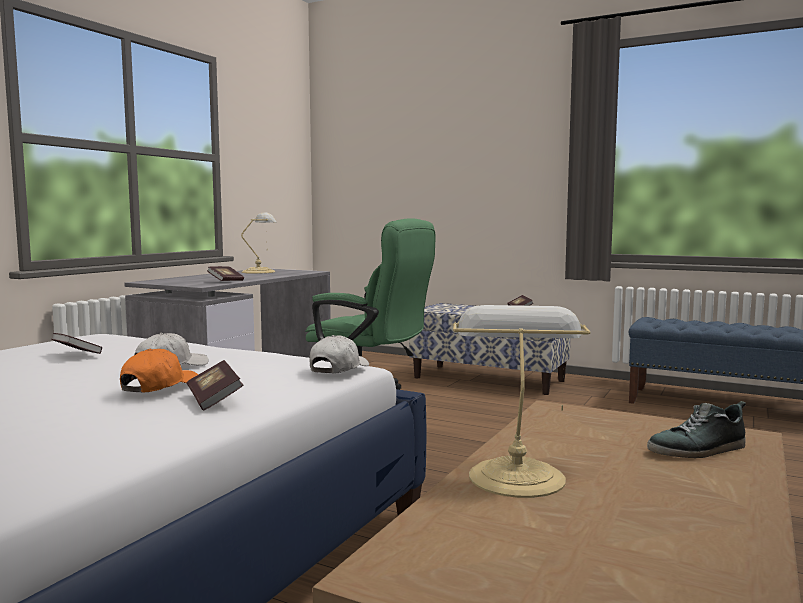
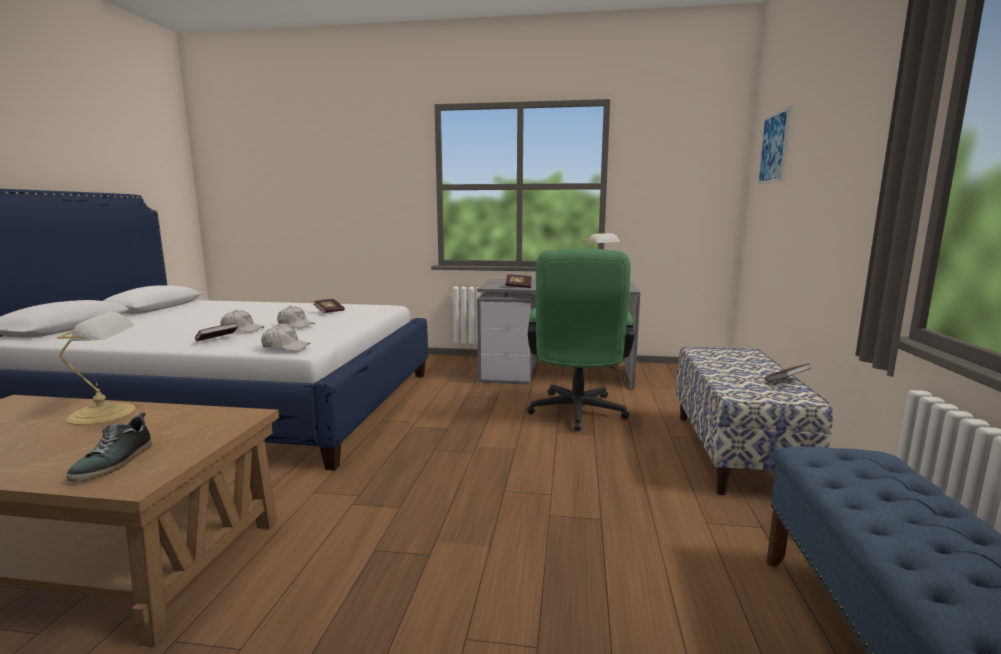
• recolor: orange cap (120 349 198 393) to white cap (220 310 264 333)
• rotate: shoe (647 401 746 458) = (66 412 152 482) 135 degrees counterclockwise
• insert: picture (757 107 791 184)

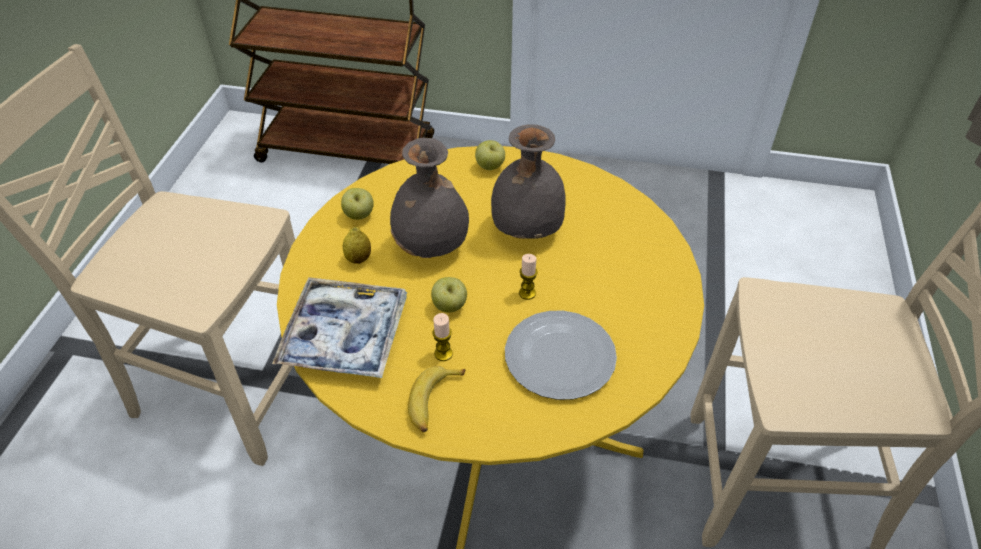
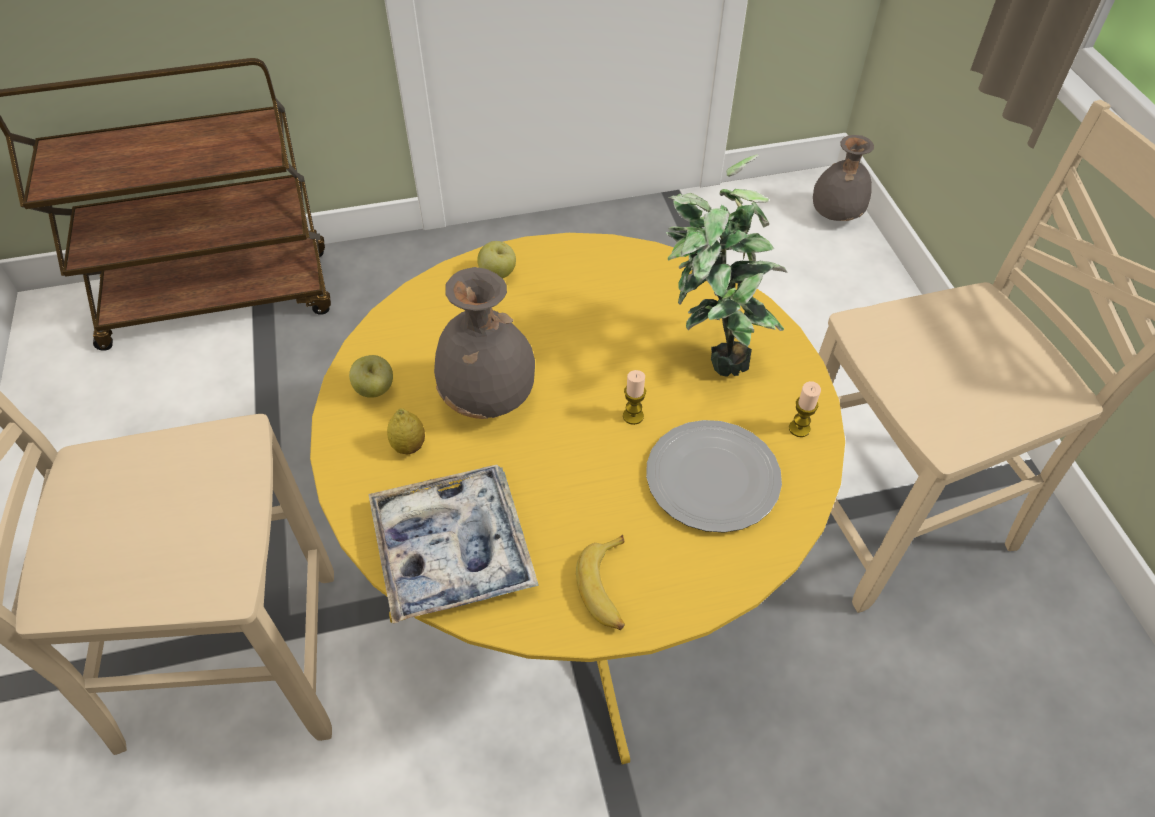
• delete: apple (431 277 467 313)
• move: candle (432 313 453 361) to (789 381 821 437)
• move: grey vase (491 124 565 239) to (813 135 874 221)
• insert: potted plant (666 154 788 377)

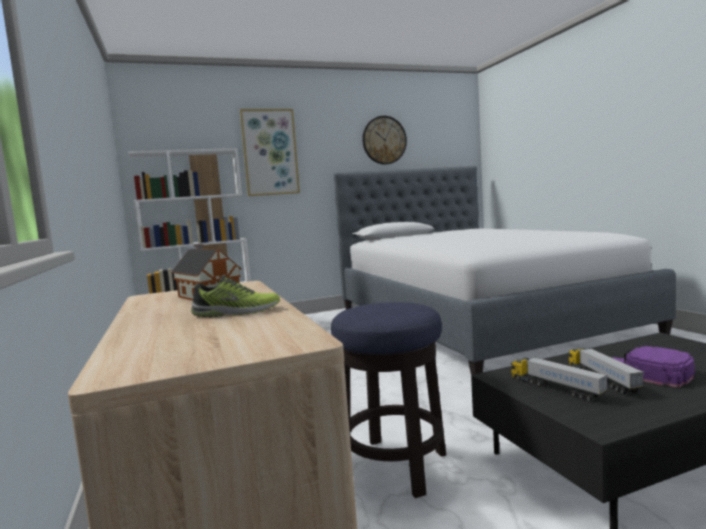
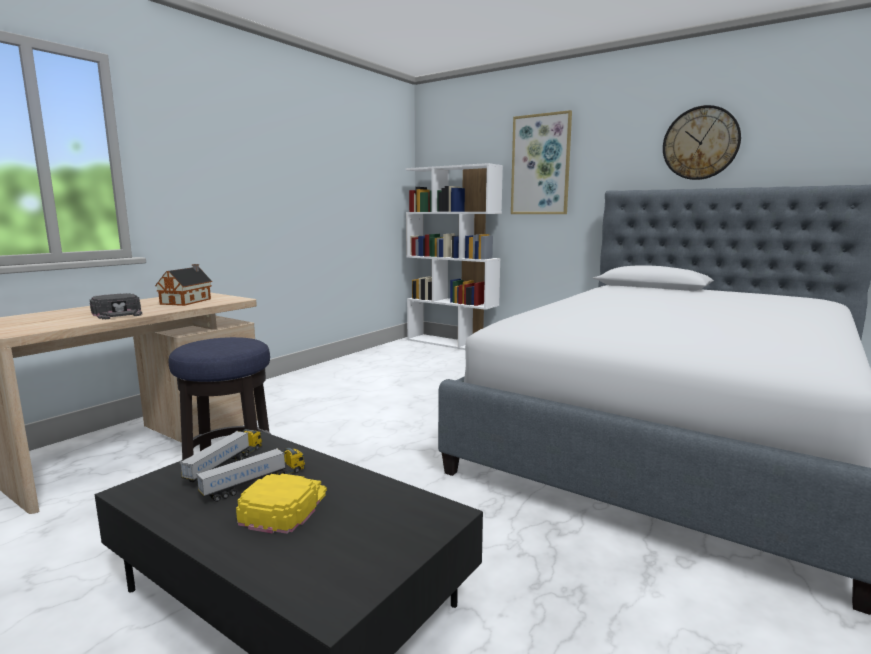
• replace: shoe (191 276 280 317) to black cap (90 293 142 320)
• recolor: purple cap (613 346 695 387) to yellow cap (236 473 327 534)

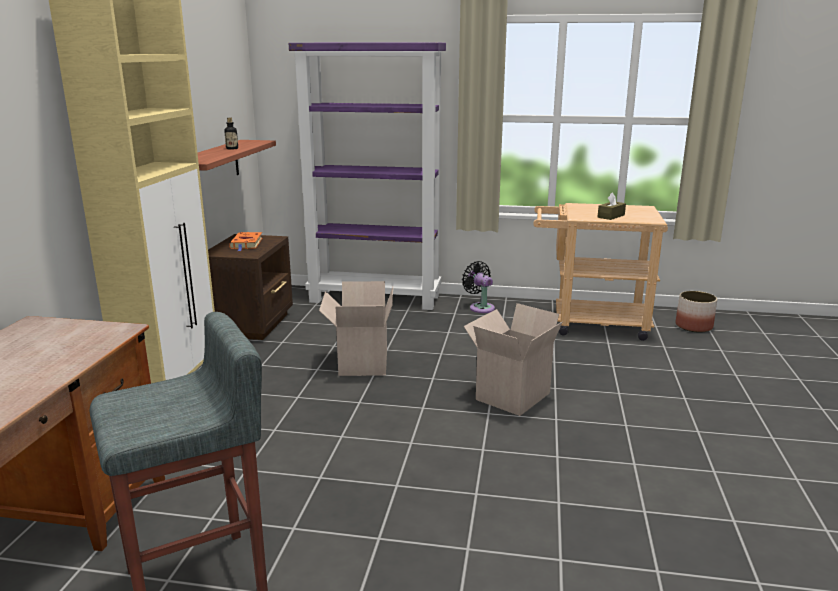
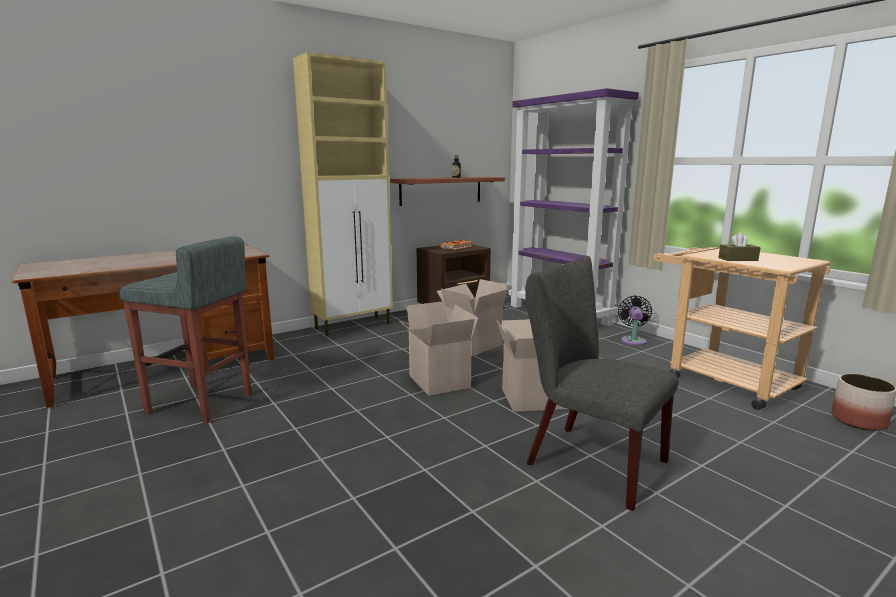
• insert: cardboard box (394 301 478 396)
• insert: grey chair (525 256 678 511)

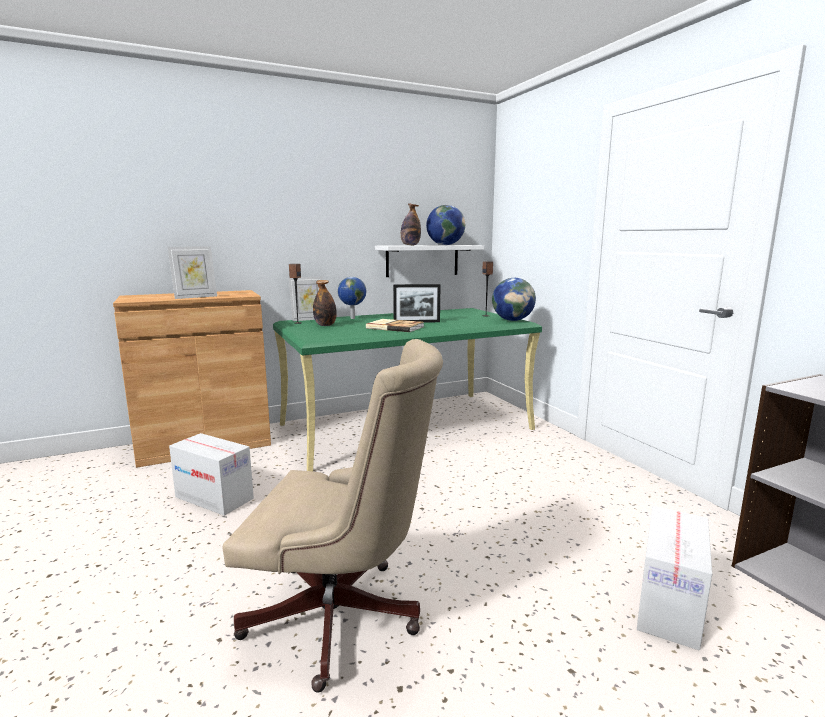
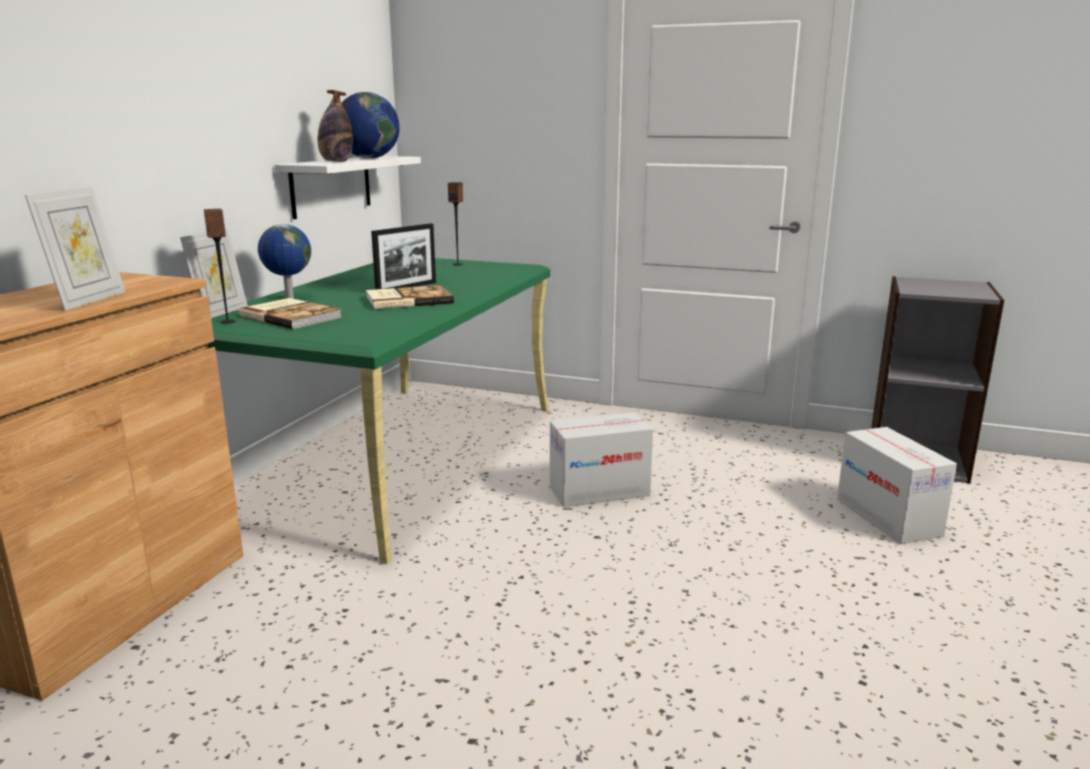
• move: cardboard box (169 433 254 516) to (550 412 653 507)
• delete: beige office chair (223 339 443 692)
• replace: bottle (313 280 337 326) to book (239 298 342 329)
• delete: globe (492 278 536 321)

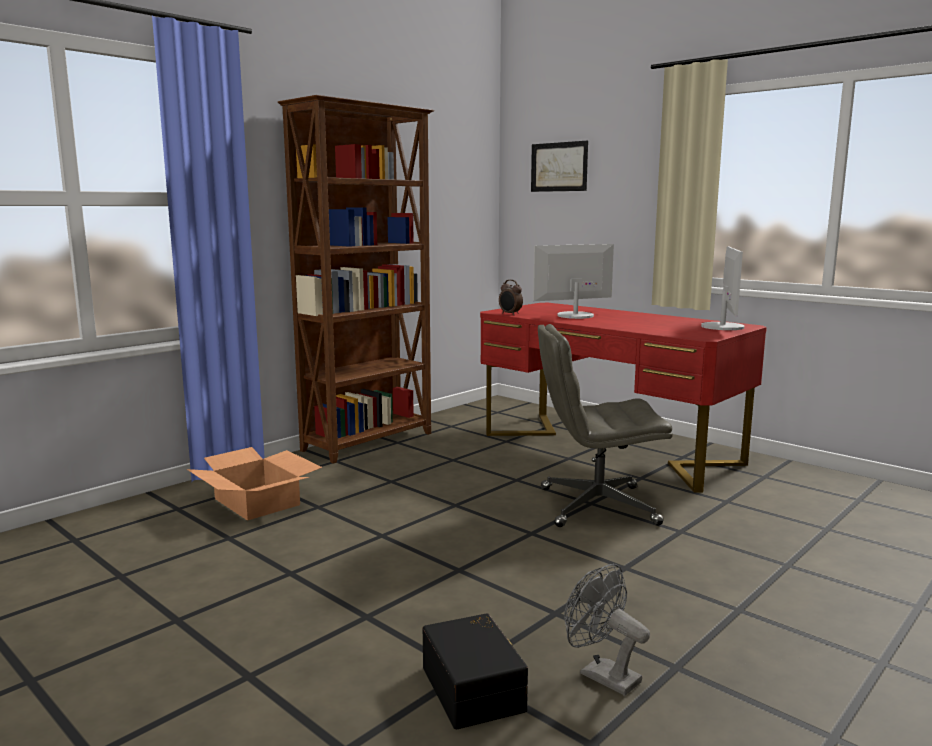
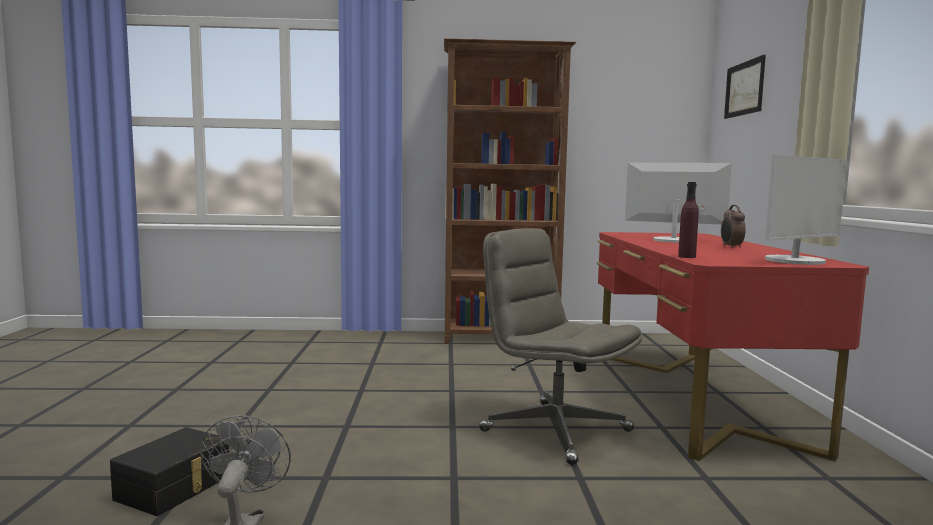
• delete: cardboard box (187 447 323 521)
• move: alarm clock (499 280 523 315) to (721 205 746 248)
• insert: purple bottle (678 182 699 258)

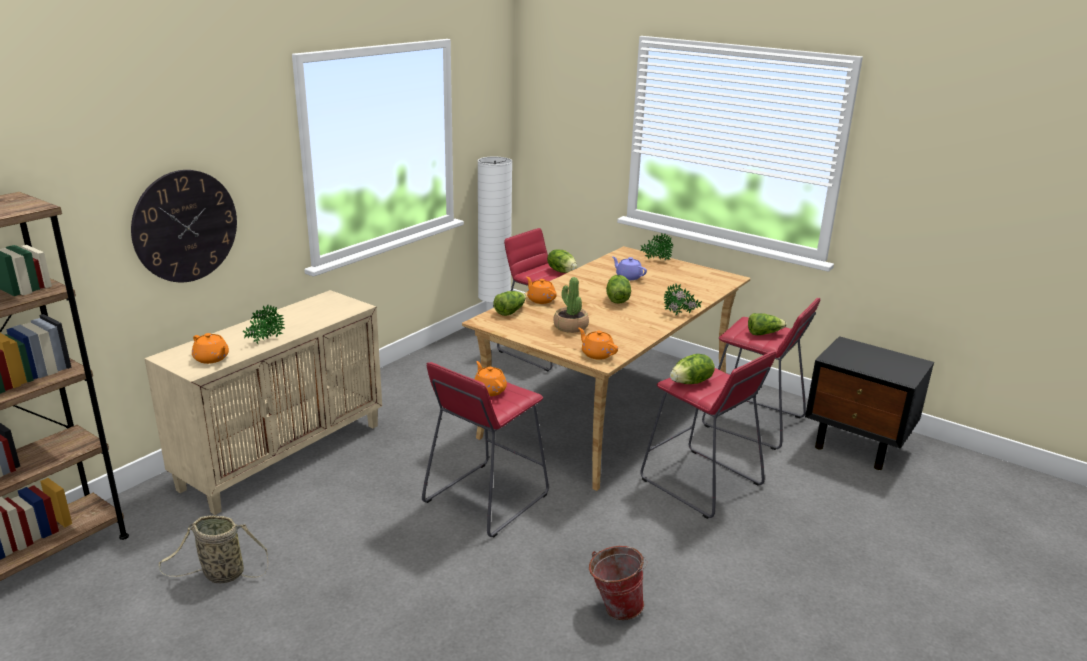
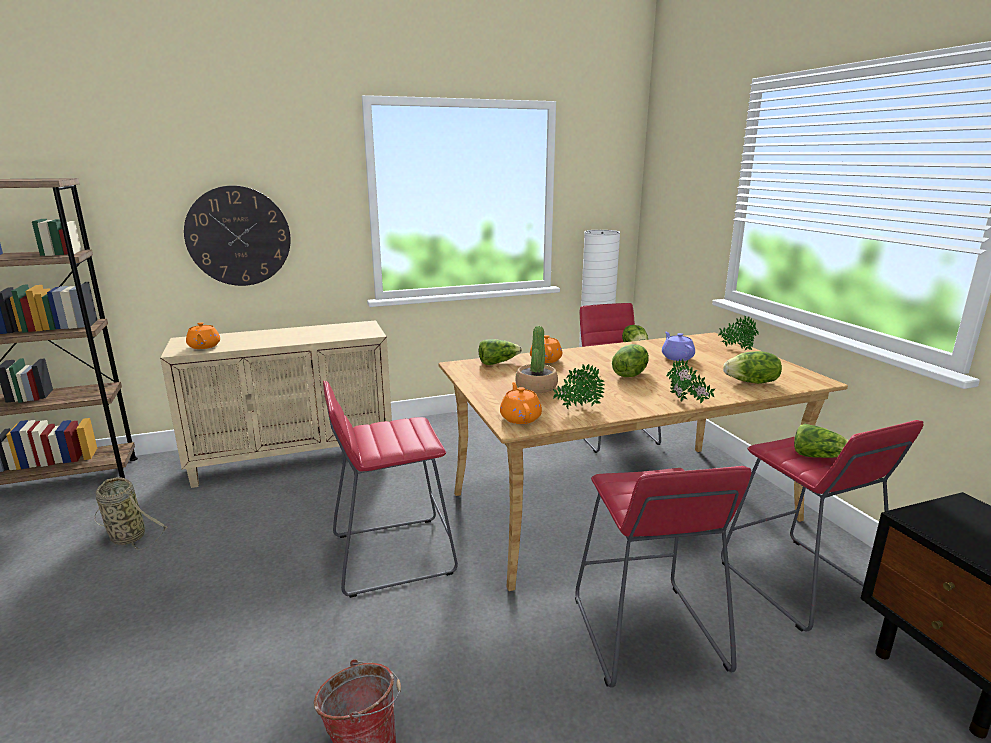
• move: potted plant (243 305 285 344) to (553 364 605 410)
• delete: orange teapot (474 361 507 396)
• move: lettuce (670 354 715 384) to (723 351 782 384)

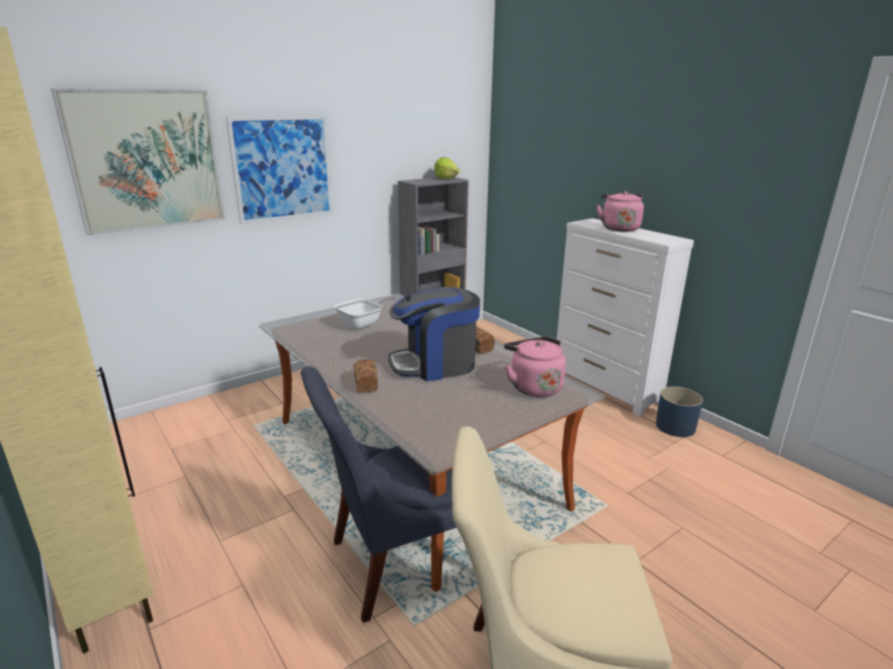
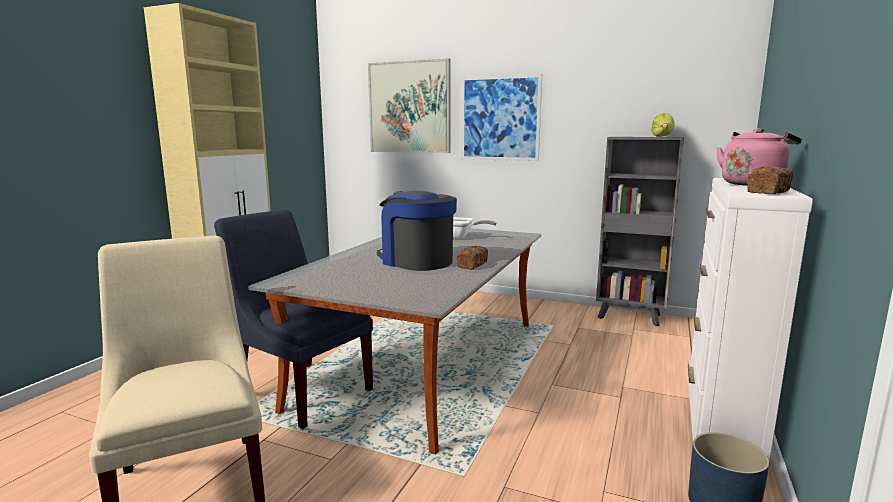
• move: bread (353 360 378 393) to (747 166 793 194)
• delete: pink kettle (504 337 566 397)

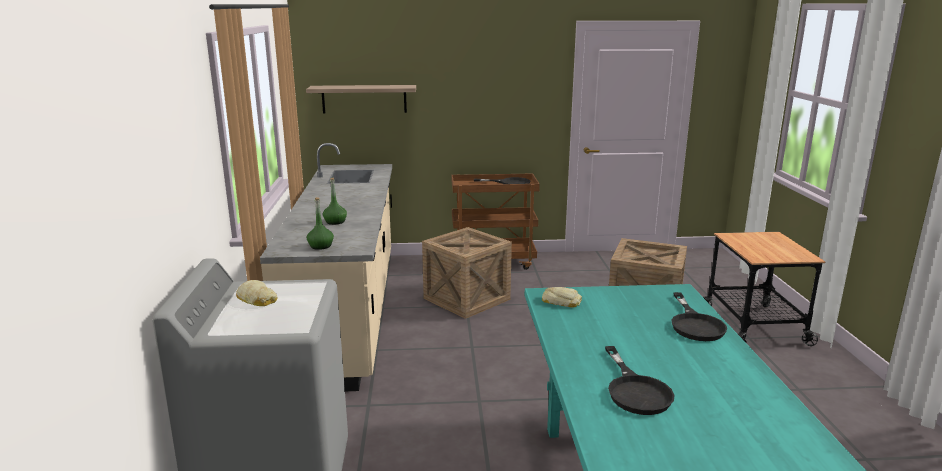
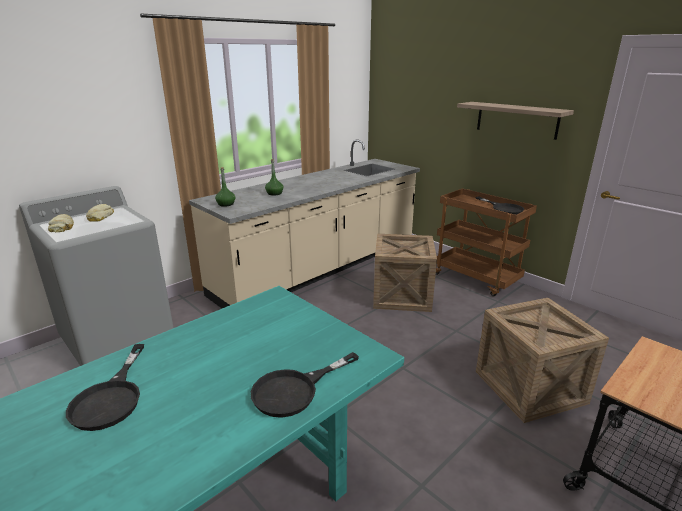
• move: shelf (306 85 416 114) to (457 102 574 140)
• move: bread (542 287 582 307) to (48 214 74 232)
• rotate: black frying pan (605 346 675 415) = (66 344 144 431) 45 degrees counterclockwise

